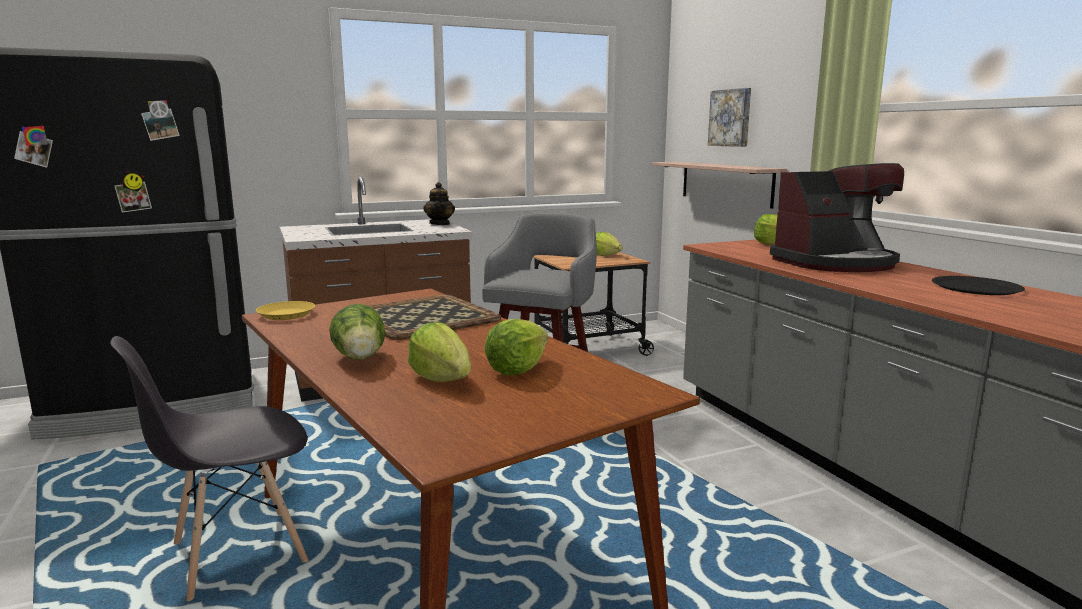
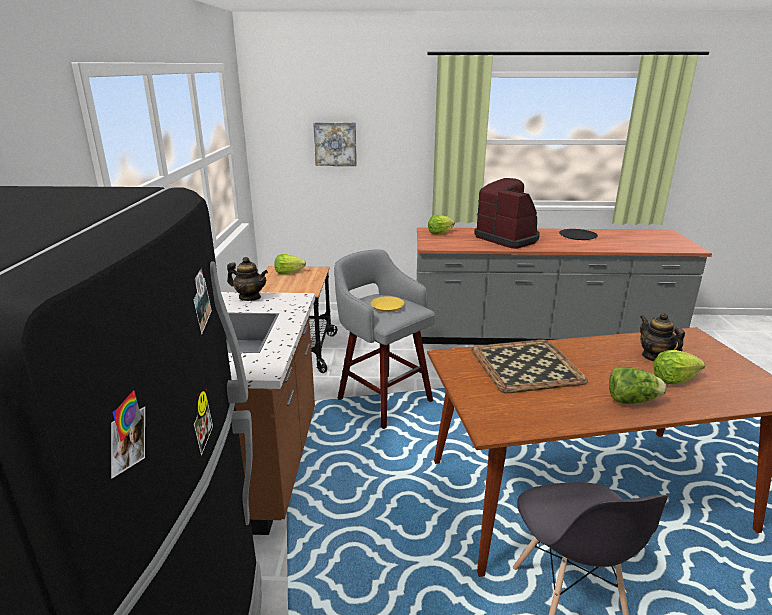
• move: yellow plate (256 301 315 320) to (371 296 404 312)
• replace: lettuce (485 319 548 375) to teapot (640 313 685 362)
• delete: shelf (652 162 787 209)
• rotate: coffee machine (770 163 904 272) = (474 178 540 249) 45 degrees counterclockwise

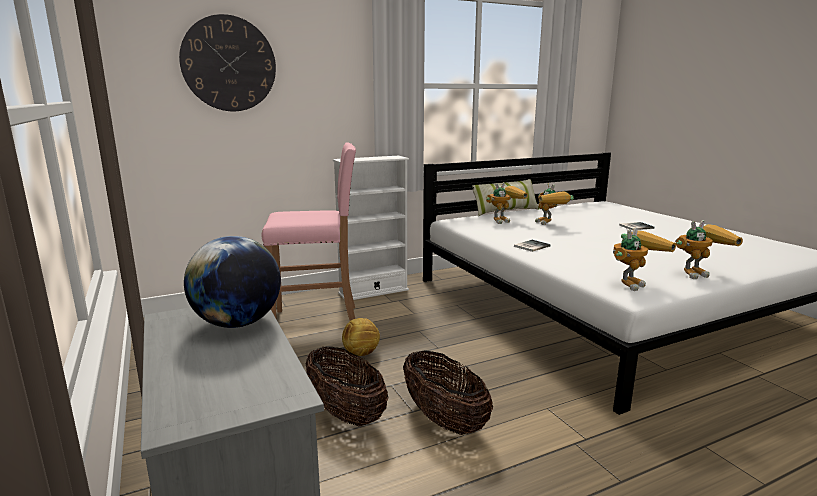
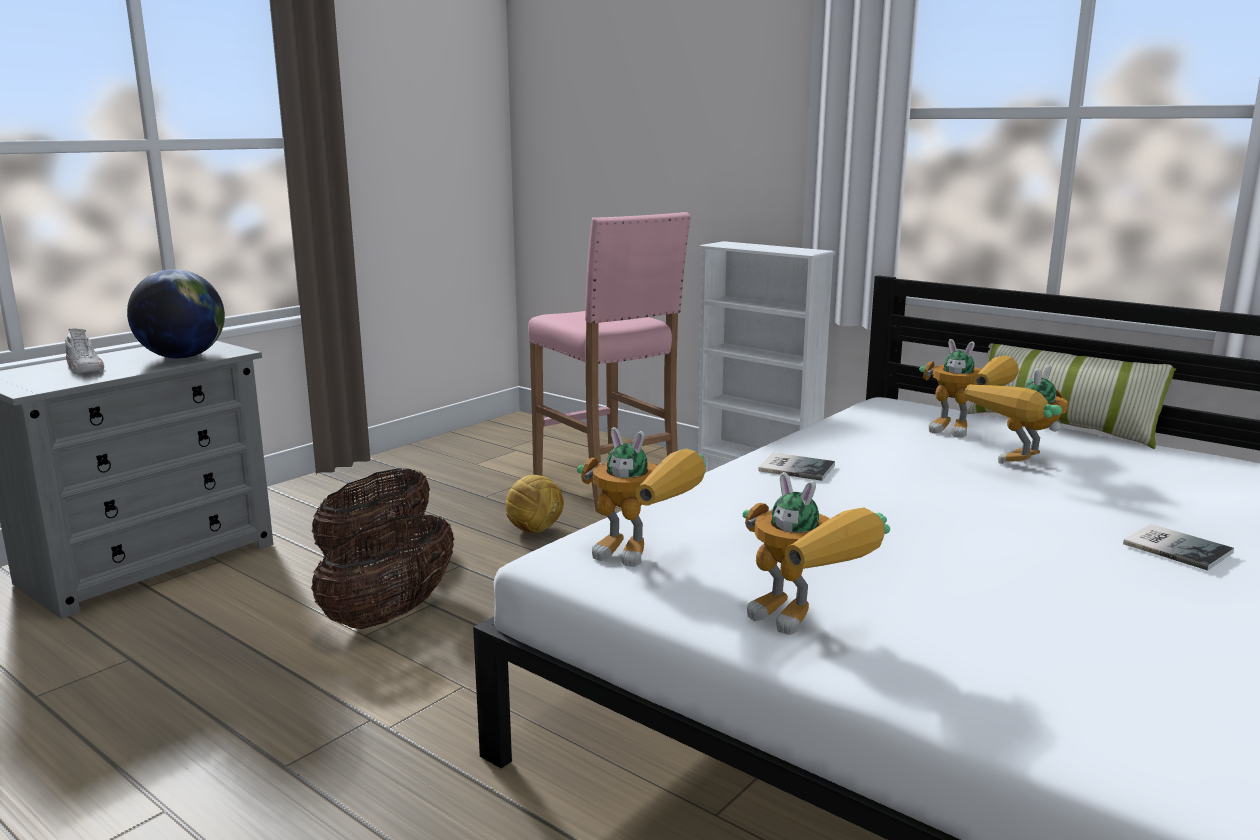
• delete: wall clock (179 14 276 111)
• insert: white shoe (65 328 104 374)

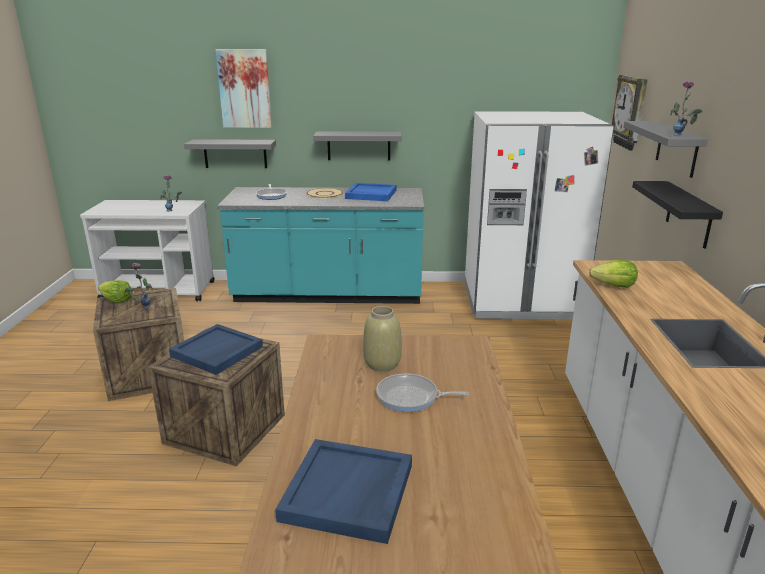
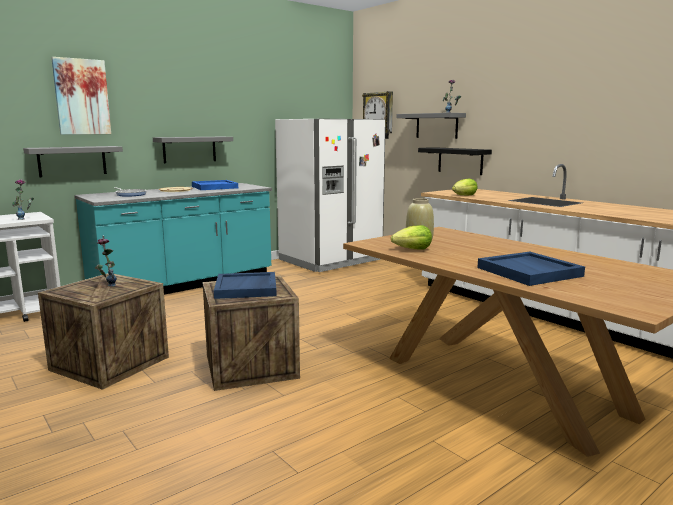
• move: lettuce (98 280 133 303) to (391 225 432 250)
• delete: frying pan (376 373 469 412)

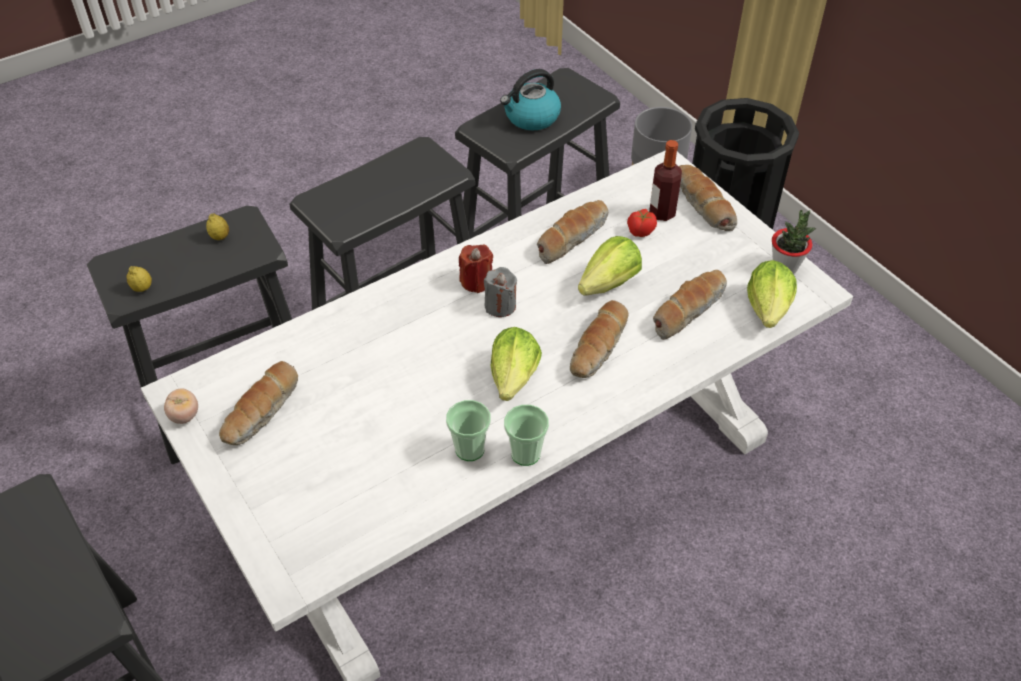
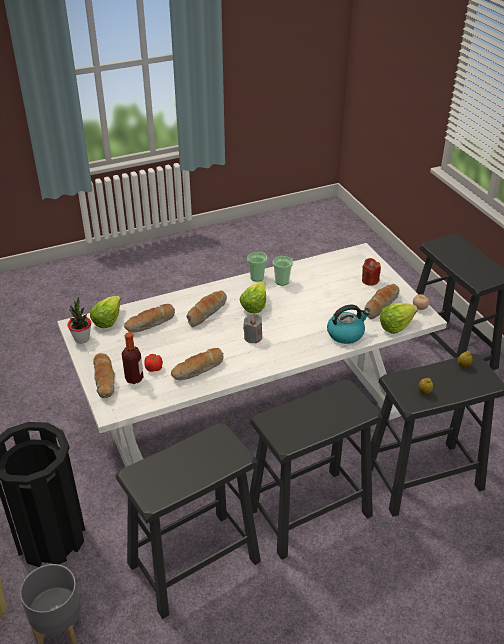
• move: red candle (459 245 493 293) to (362 258 381 286)
• move: kettle (500 69 561 130) to (327 305 369 344)
• move: lettuce (578 236 642 296) to (380 303 418 334)

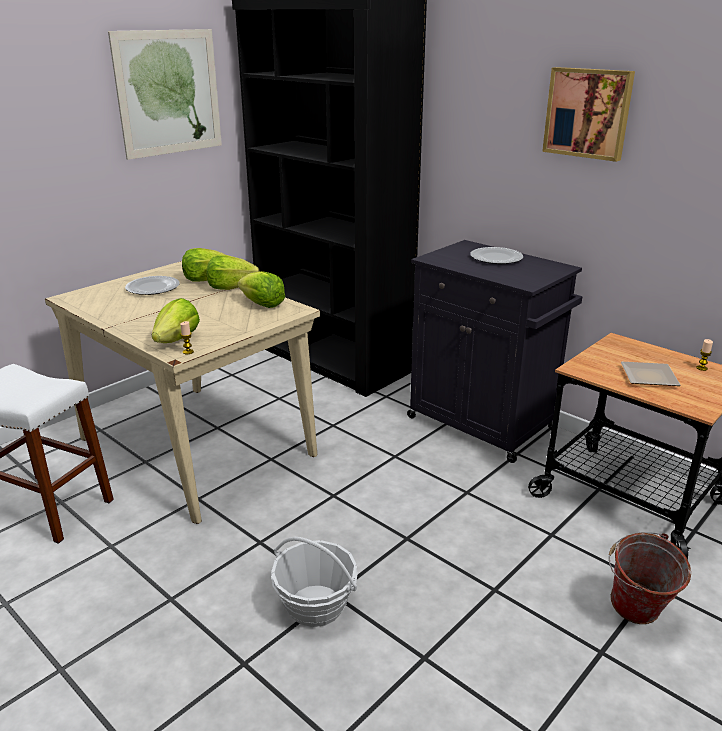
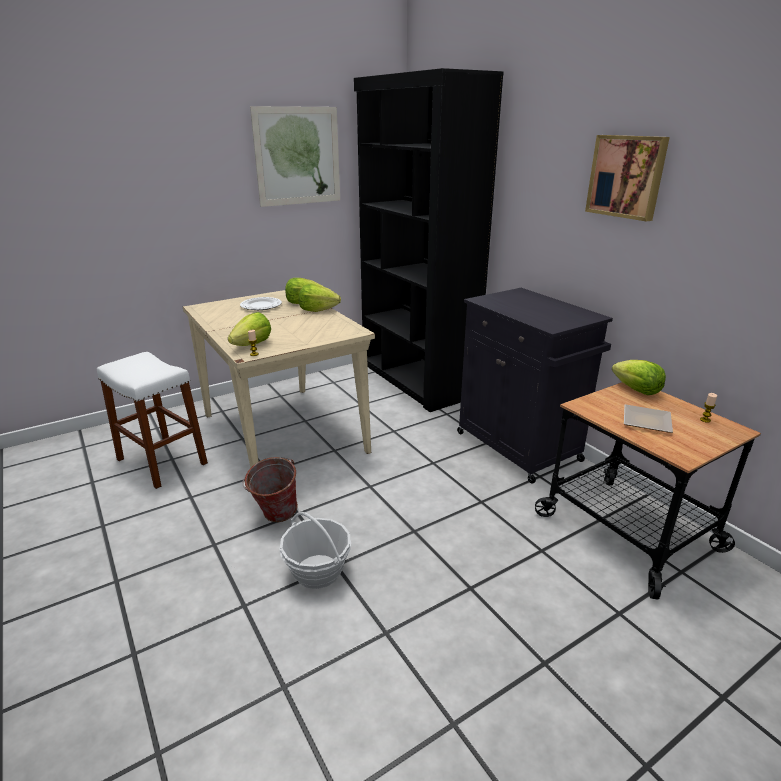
• move: lettuce (238 271 285 308) to (612 360 666 395)
• delete: plate (470 247 523 264)
• move: bucket (609 532 691 624) to (243 457 298 522)

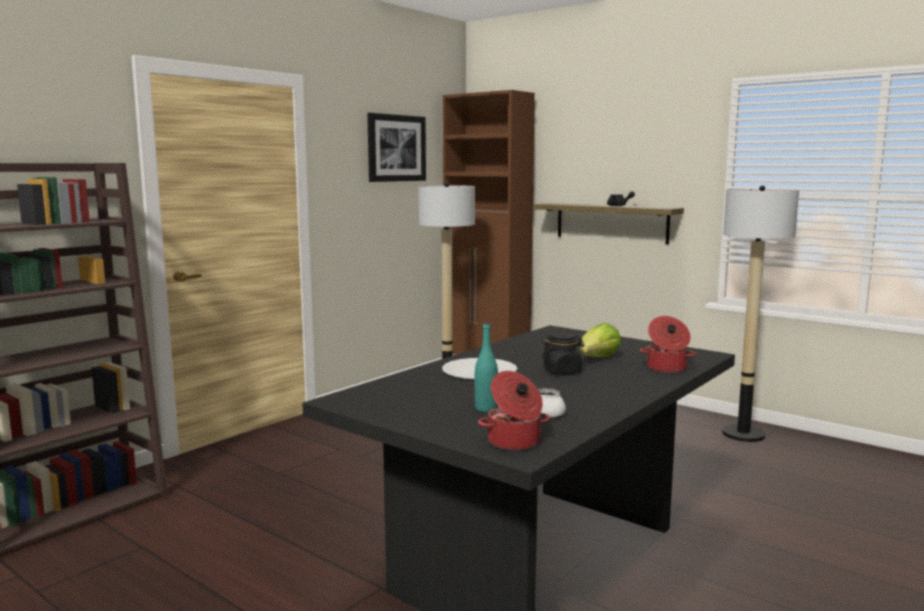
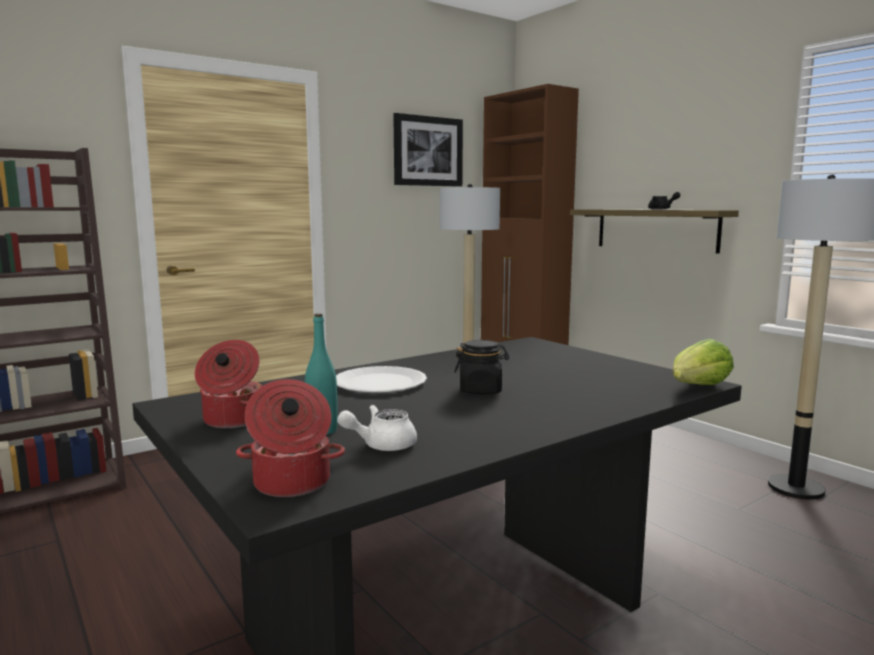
• move: lettuce (580 323 621 357) to (672 339 734 385)
• move: cooking pot (640 316 696 373) to (195 340 262 428)

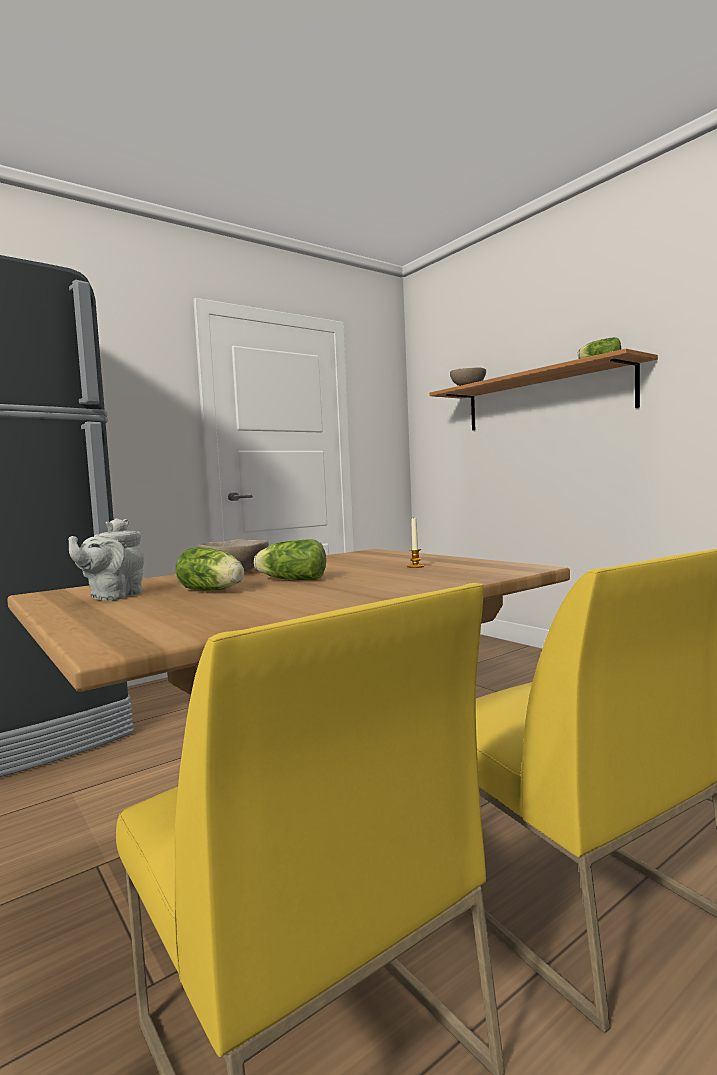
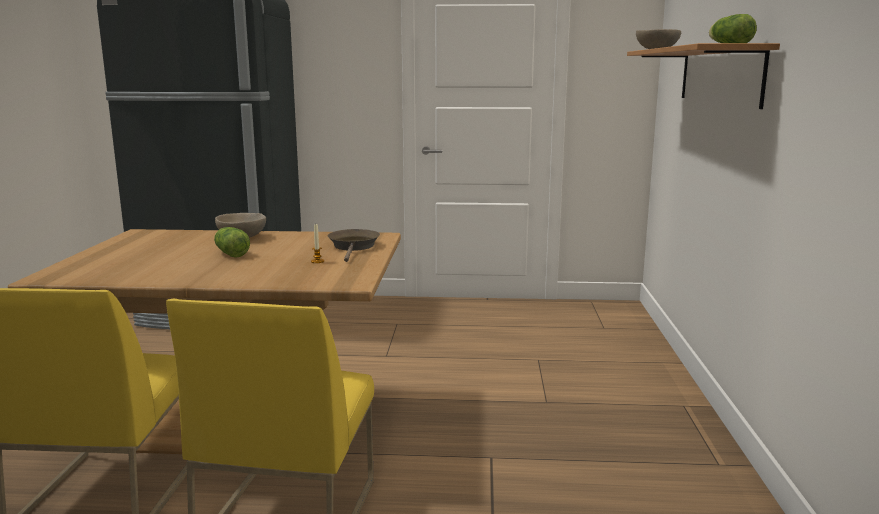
• delete: grey teapot (68 518 144 601)
• delete: lettuce (175 547 244 591)
• insert: brown frying pan (328 229 380 262)

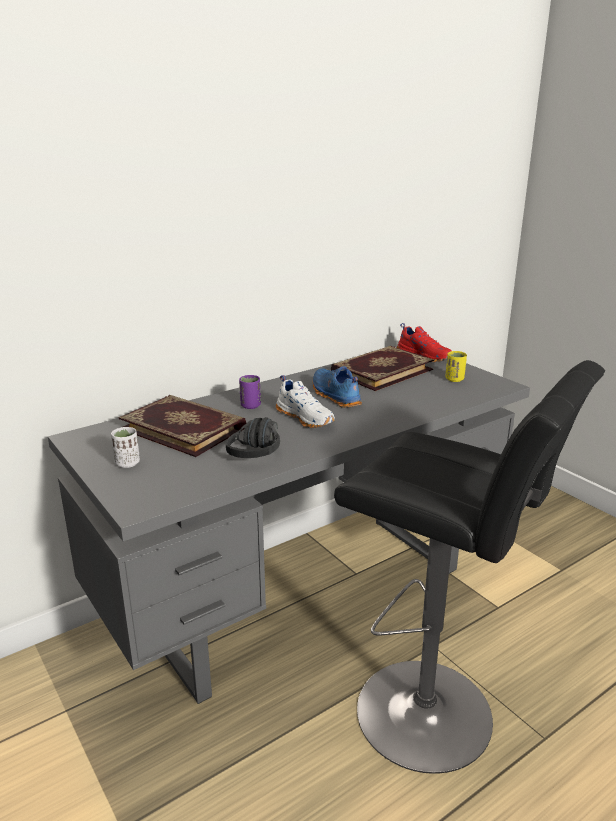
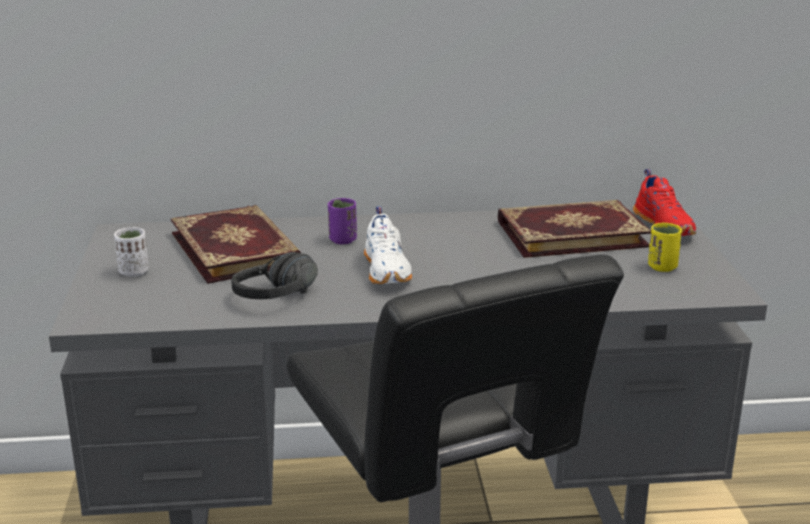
• delete: blue shoe (313 366 362 408)

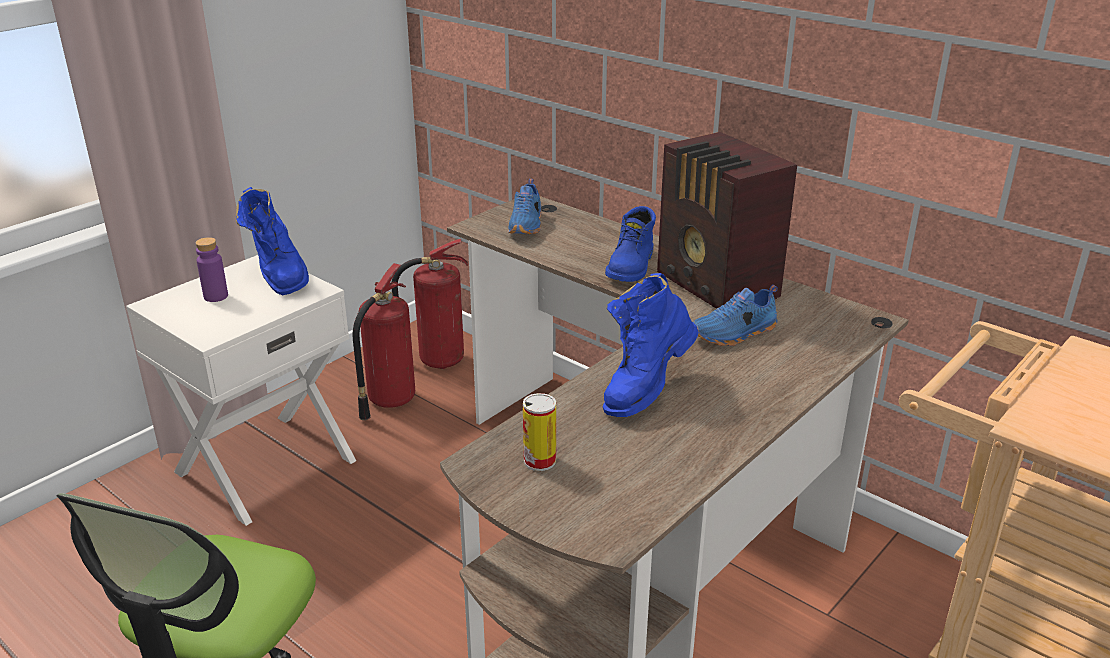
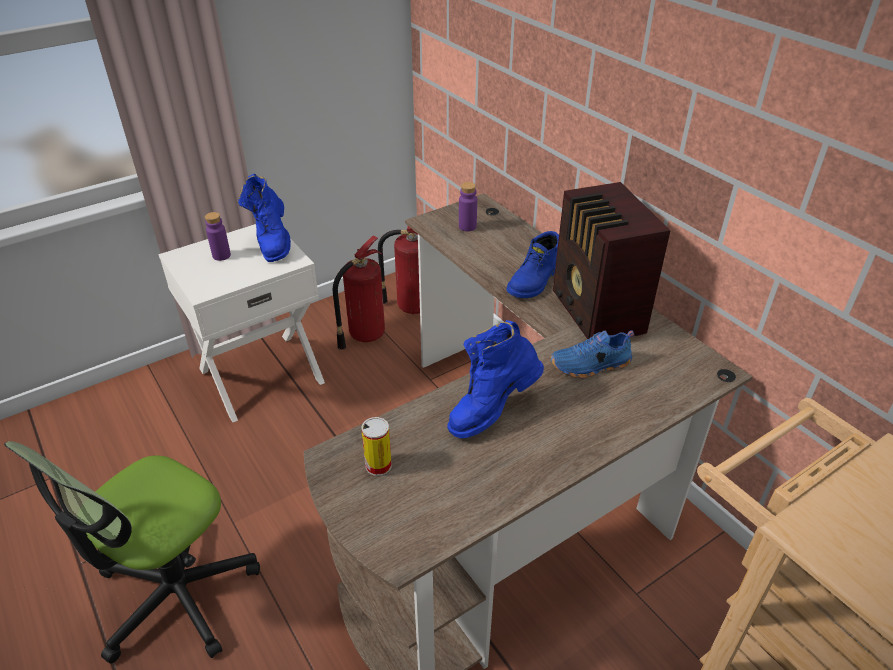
• replace: blue shoe (508 179 541 234) to purple bottle (459 182 477 231)

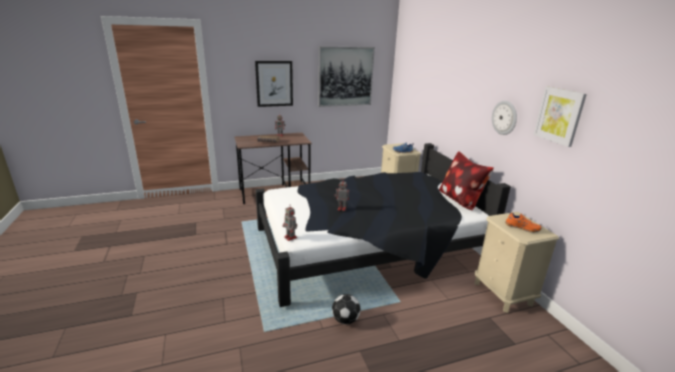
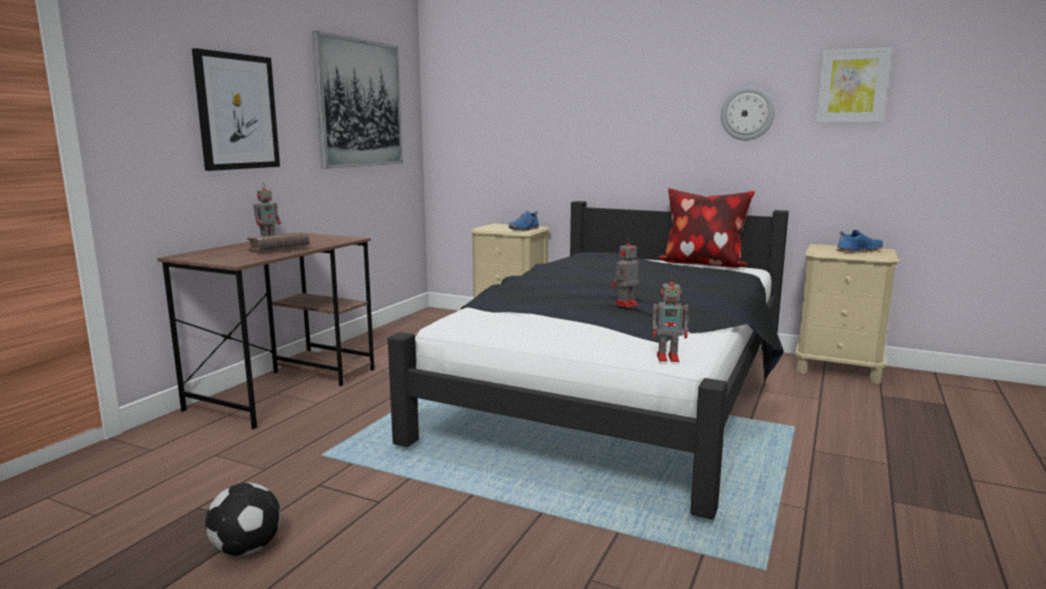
• move: football (332 294 361 324) to (205 482 281 556)
• recolor: orange shoe (505 211 542 232) to blue shoe (836 230 883 253)

